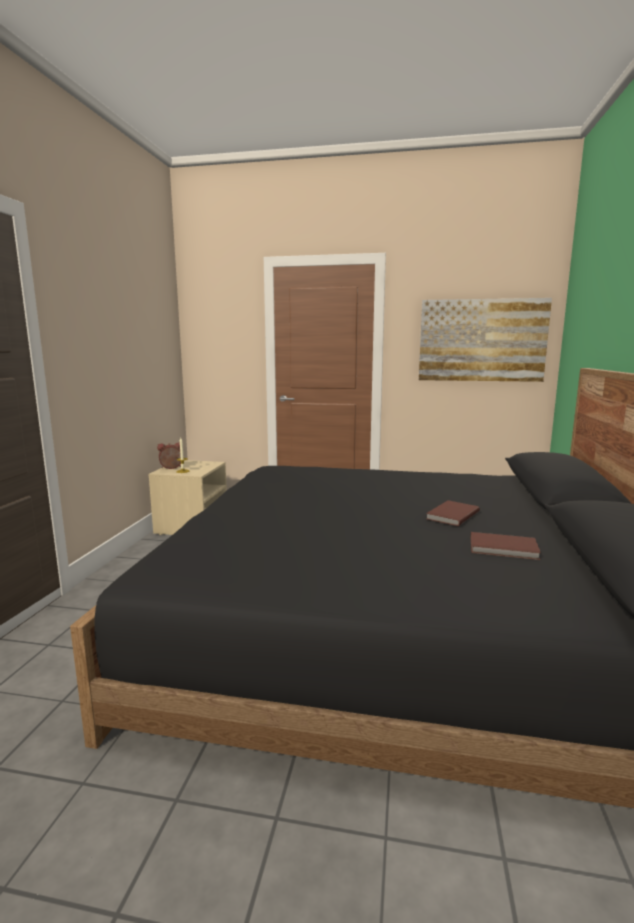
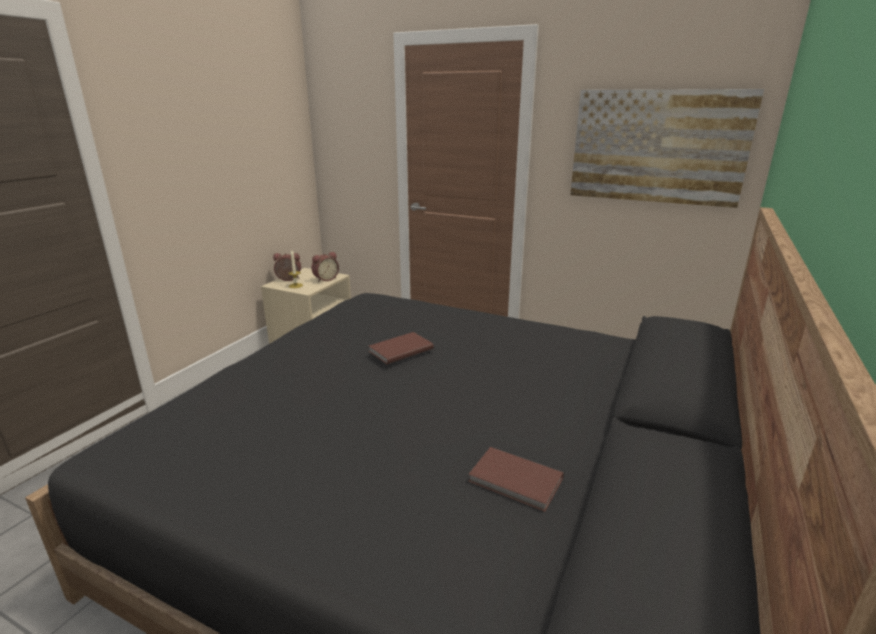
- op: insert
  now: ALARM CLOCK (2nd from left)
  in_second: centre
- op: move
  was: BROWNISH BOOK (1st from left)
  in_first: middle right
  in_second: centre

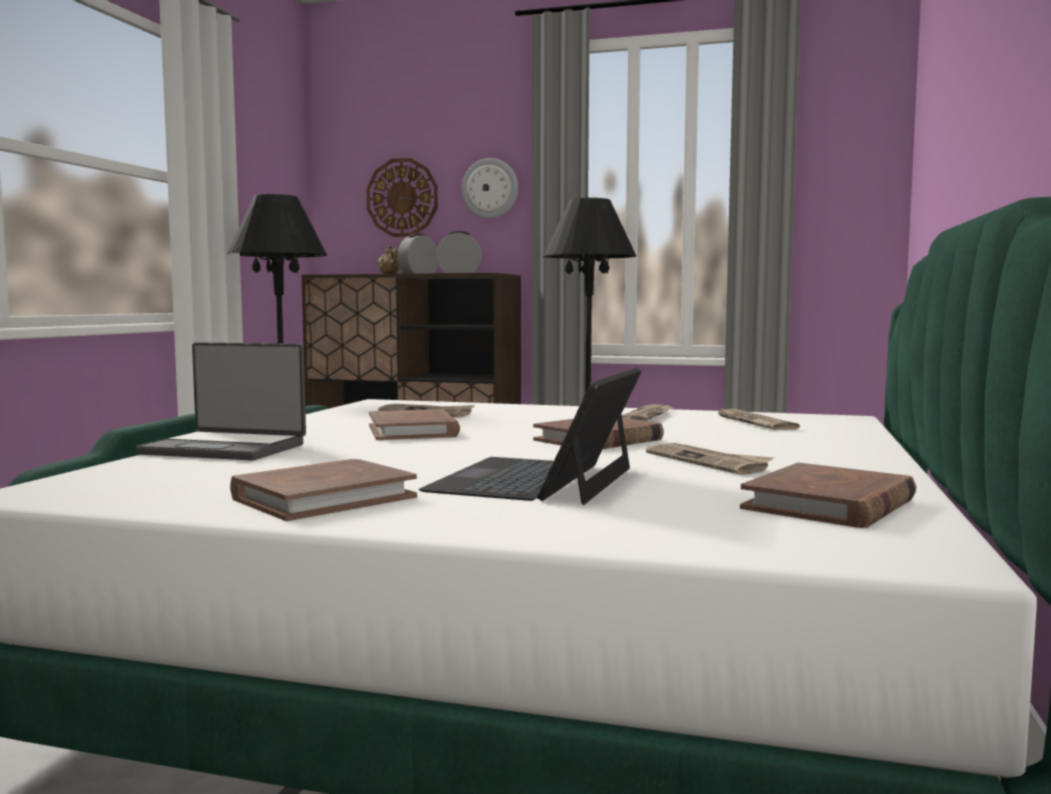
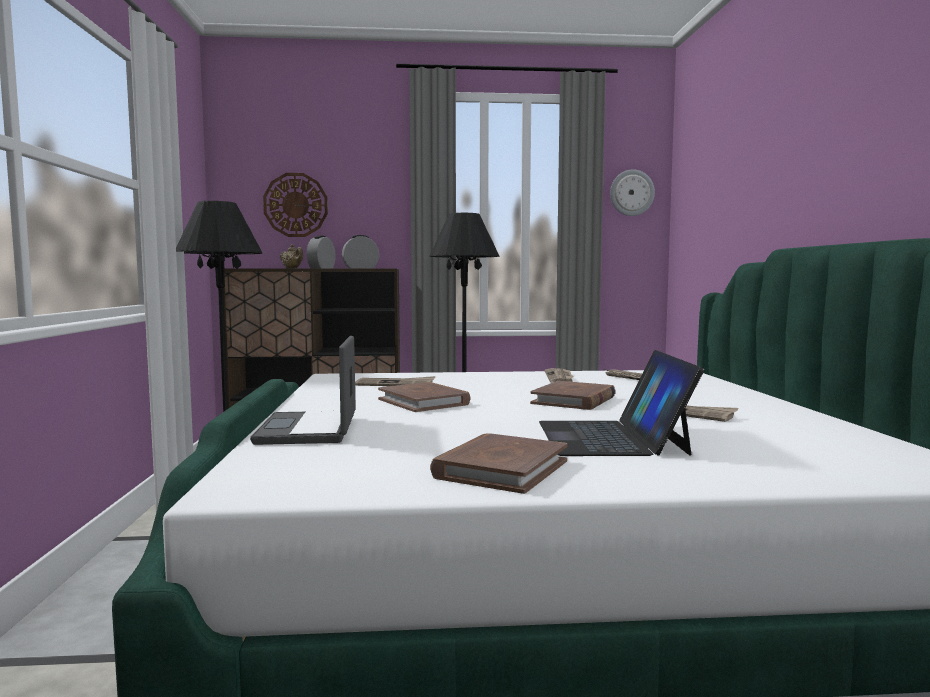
- op: delete
  was: BROWNISH BOOK (4th from left)
  in_first: middle right
- op: move
  was: HANGING CLOCK (2nd from left)
  in_first: top centre
  in_second: top right
- op: rotate
  was: PORTABLE COMPUTER (1st from left)
  in_first: middle left
  in_second: middle left
  clockwise: 90

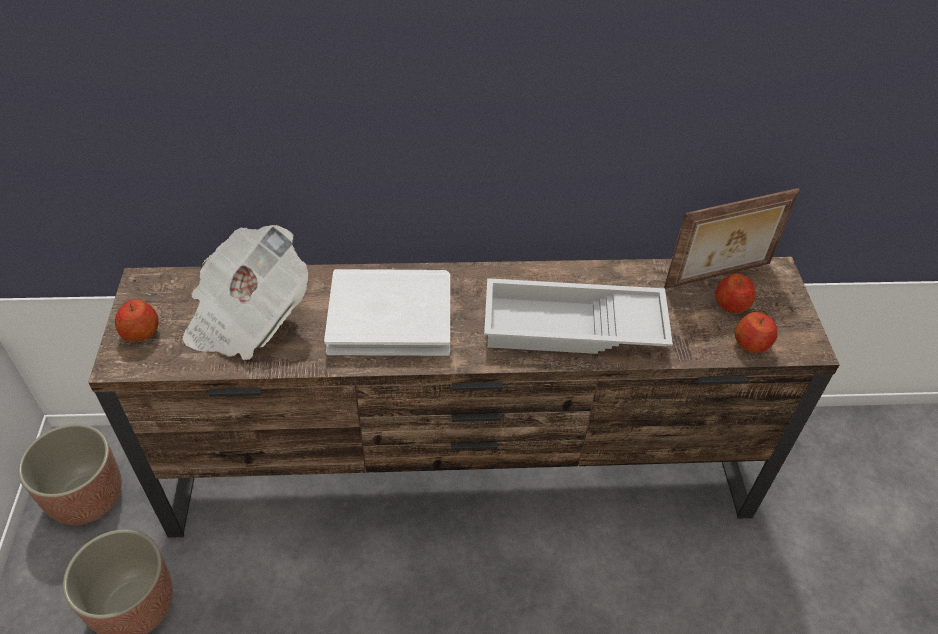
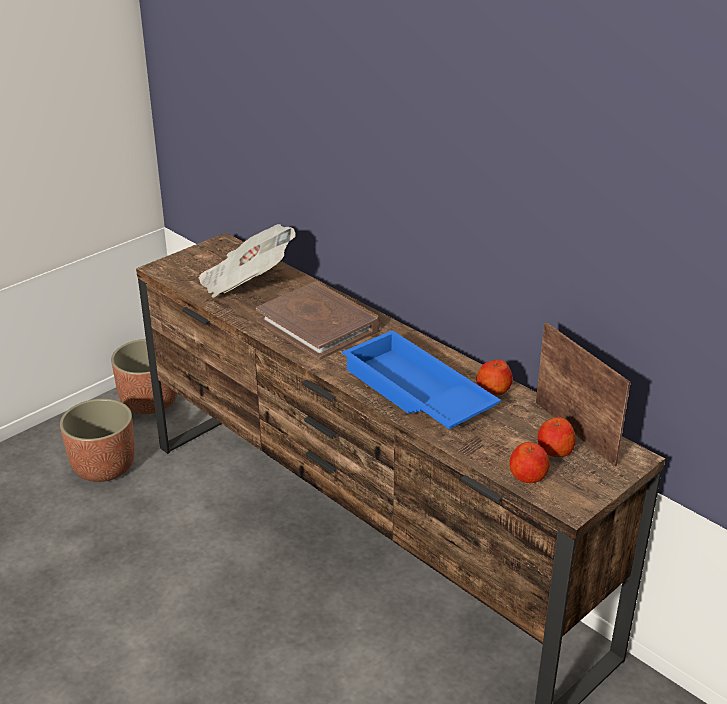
- op: move
  was: WHOLE APPLE (1st from left)
  in_first: middle left
  in_second: middle right
- op: recolor
  was: WHITE-COLOURED BOOK
  now: BROWNISH BOOK
  in_first: centre
  in_second: centre
- op: recolor
  was: WHITE-COLOURED SERVING TRAY
  now: BLUE SERVING TRAY
  in_first: centre
  in_second: centre
- op: rotate
  was: PHOTO FRAME
  in_first: middle right
  in_second: middle right
  clockwise: -150

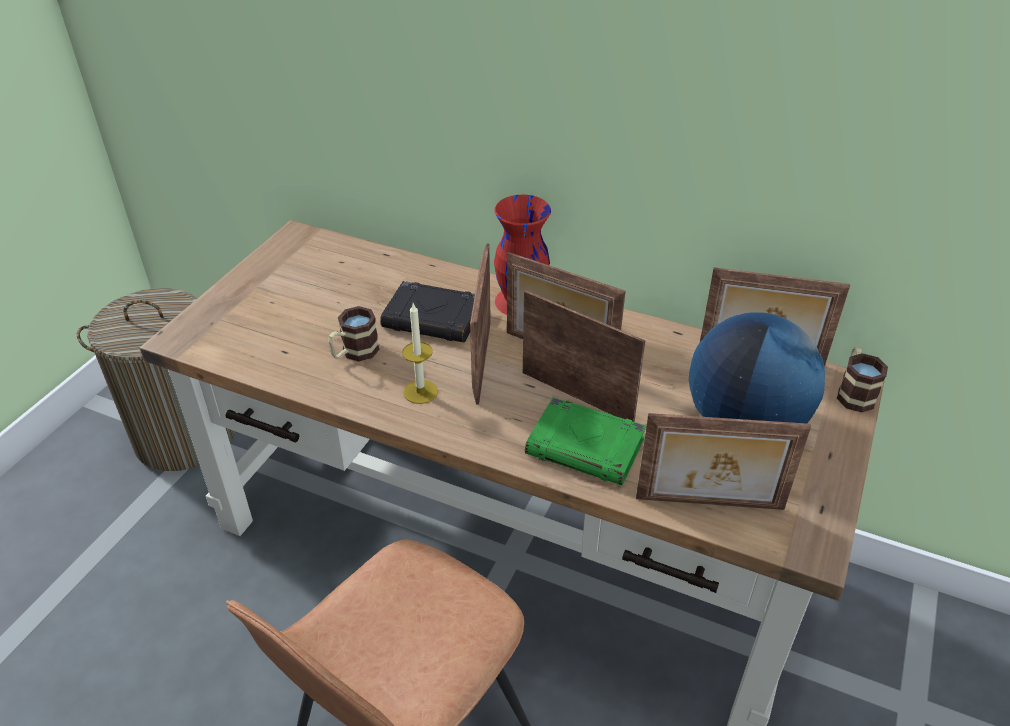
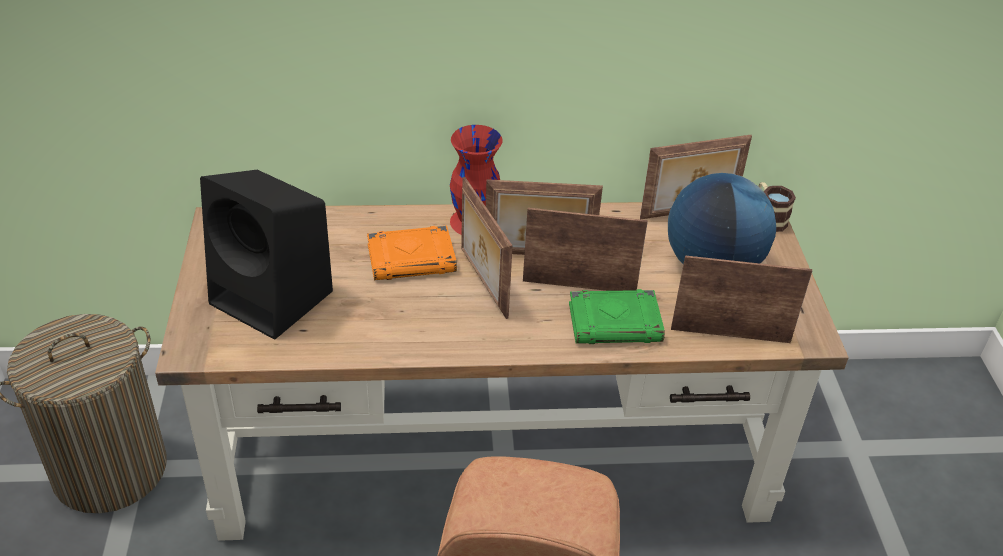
- op: delete
  was: MUG (1st from left)
  in_first: centre
- op: delete
  was: WAX LIGHT
  in_first: centre
- op: insert
  now: BLACK LOUDSPEAKER
  in_second: middle left
- op: recolor
  was: BLACK BOOK
  now: ORANGE BOOK
  in_first: centre
  in_second: centre
- op: rotate
  was: PHOTO FRAME (4th from left in the first image)
  in_first: middle right
  in_second: middle right
  clockwise: -150

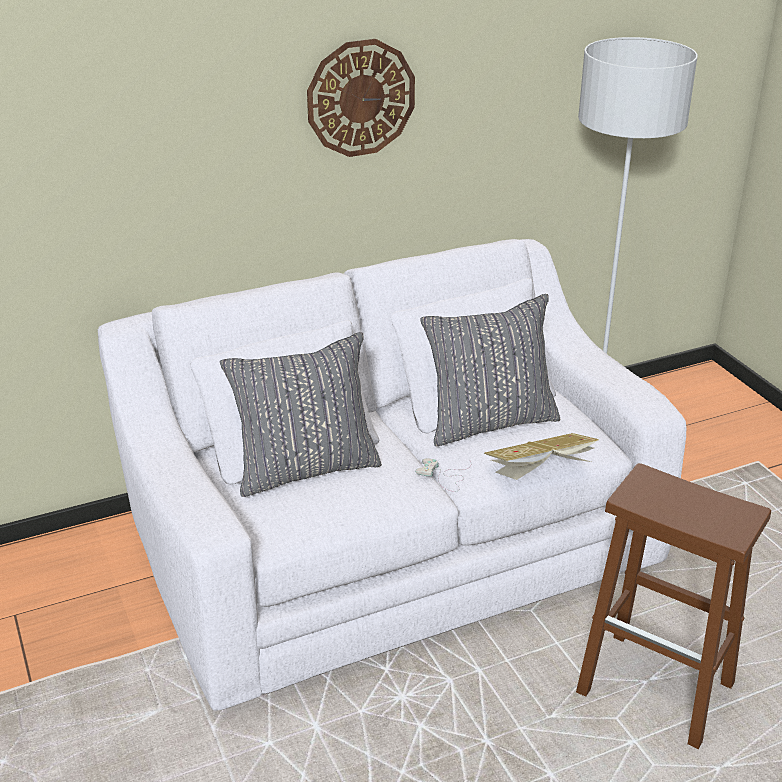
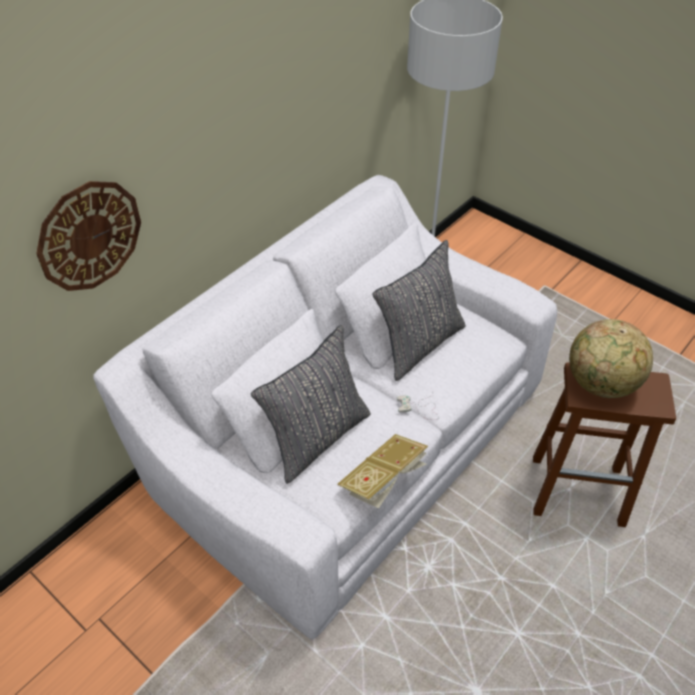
- op: insert
  now: GLOBE
  in_second: middle right
- op: move
  was: HANGING CLOCK
  in_first: top centre
  in_second: middle left
- op: move
  was: BOOK
  in_first: middle right
  in_second: bottom centre

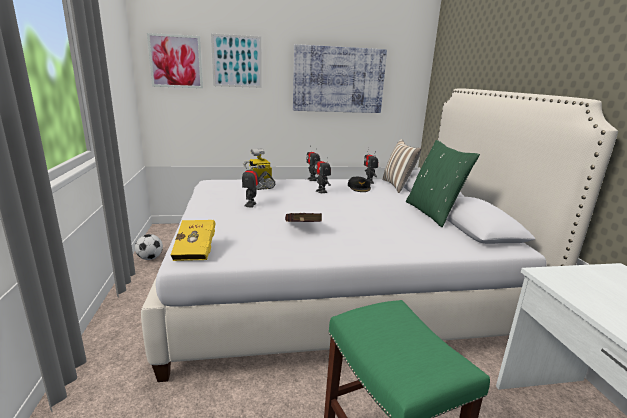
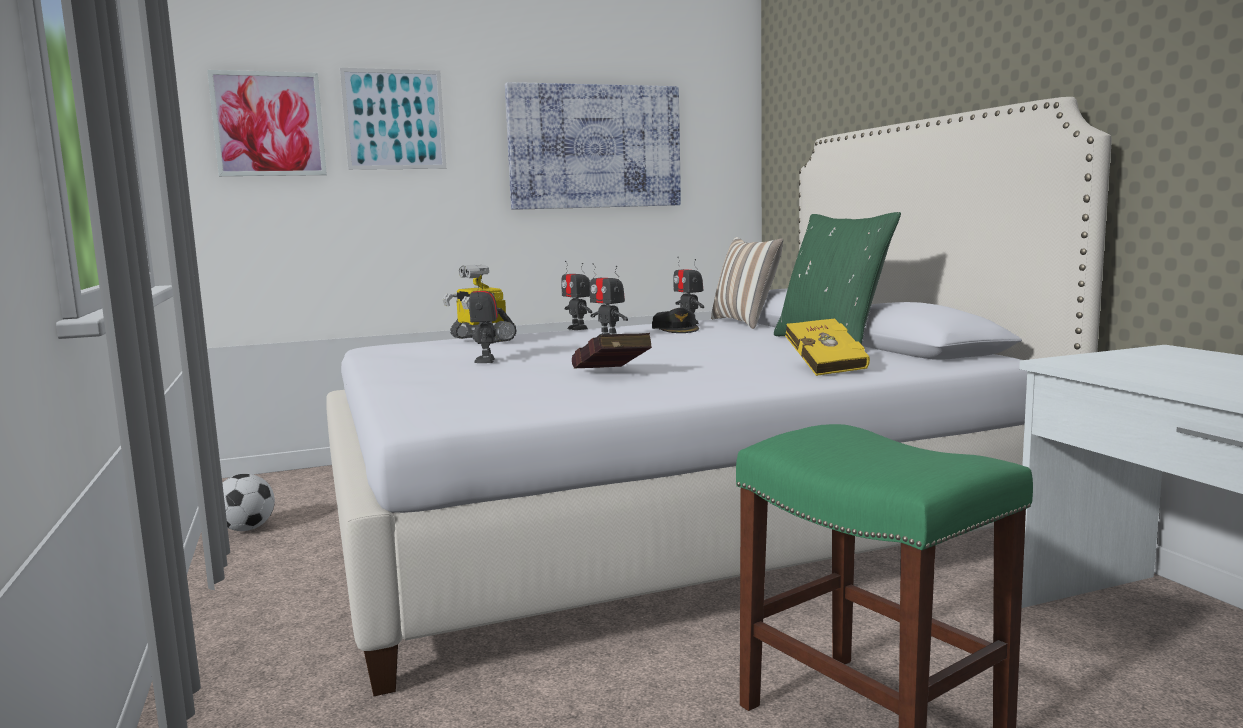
- op: move
  was: YELLOWISH BOOK
  in_first: middle left
  in_second: centre

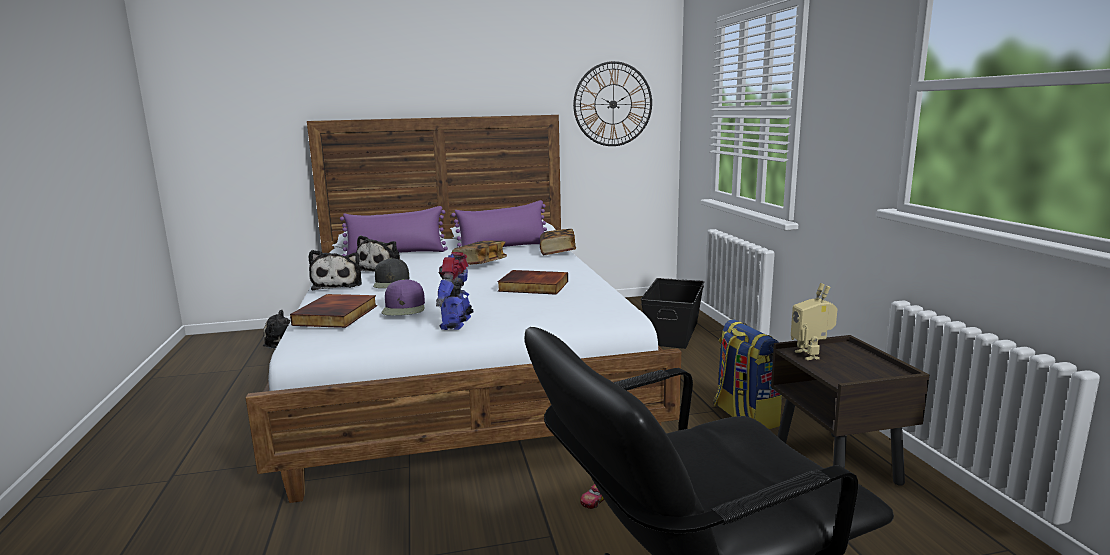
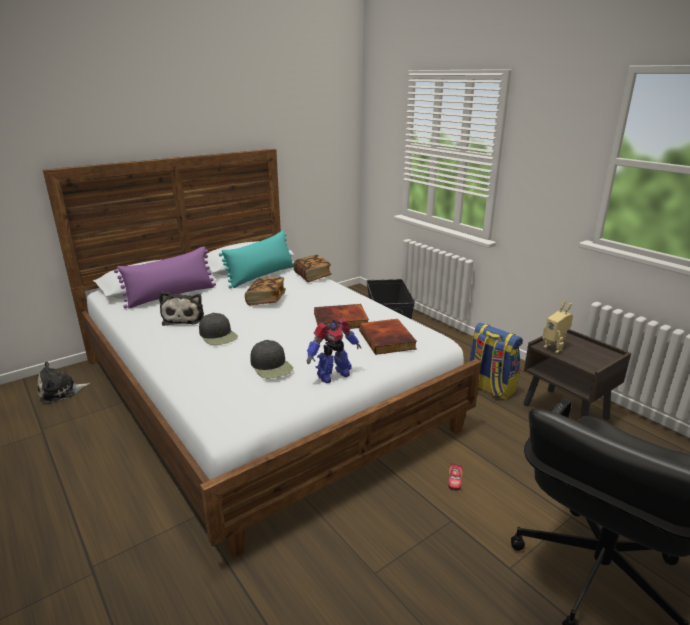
- op: delete
  was: CUDDLY TOY (2nd from left)
  in_first: middle left
- op: delete
  was: HANGING CLOCK
  in_first: top centre
- op: move
  was: BOOK (1st from left in the first image)
  now: BOOK (4th from left)
  in_first: middle left
  in_second: centre
- op: recolor
  was: PURPLISH BASEBALL CAP
  now: BLACK BASEBALL CAP (2nd from left)
  in_first: centre
  in_second: centre
- op: recolor
  was: PURPLISH THROW PILLOW (2nd from left)
  now: BLUE-GREEN THROW PILLOW
  in_first: centre
  in_second: centre
- op: rotate
  was: TOY ROBOT (1st from left)
  in_first: centre
  in_second: centre
  clockwise: -105

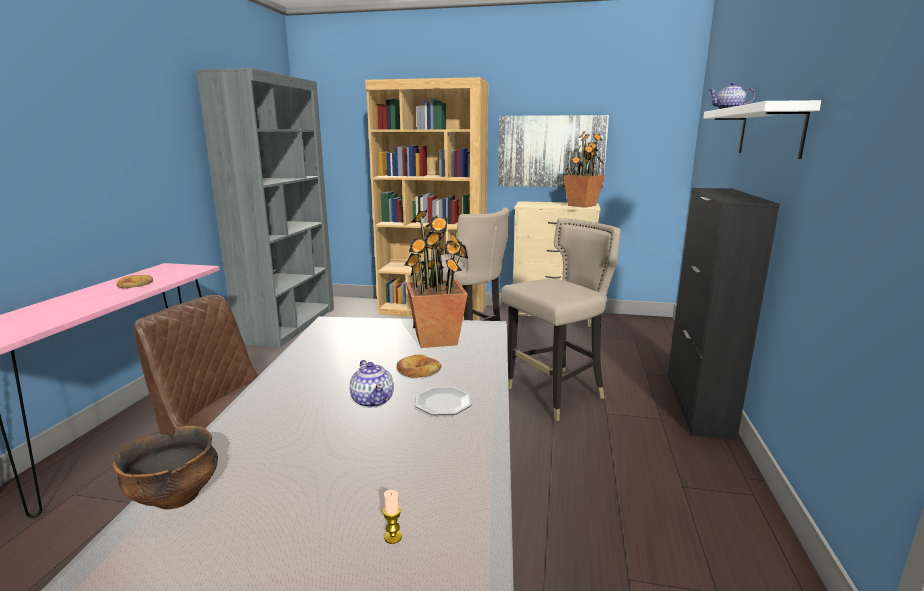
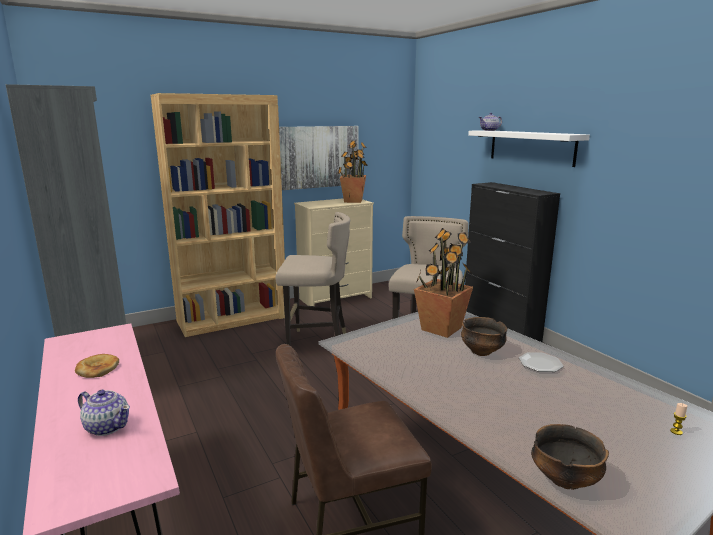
- op: move
  was: TEAPOT (1st from left)
  in_first: centre
  in_second: bottom left
- op: replace
  was: BREAD (2nd from left)
  now: BOWL (1st from left)
  in_first: centre
  in_second: middle right

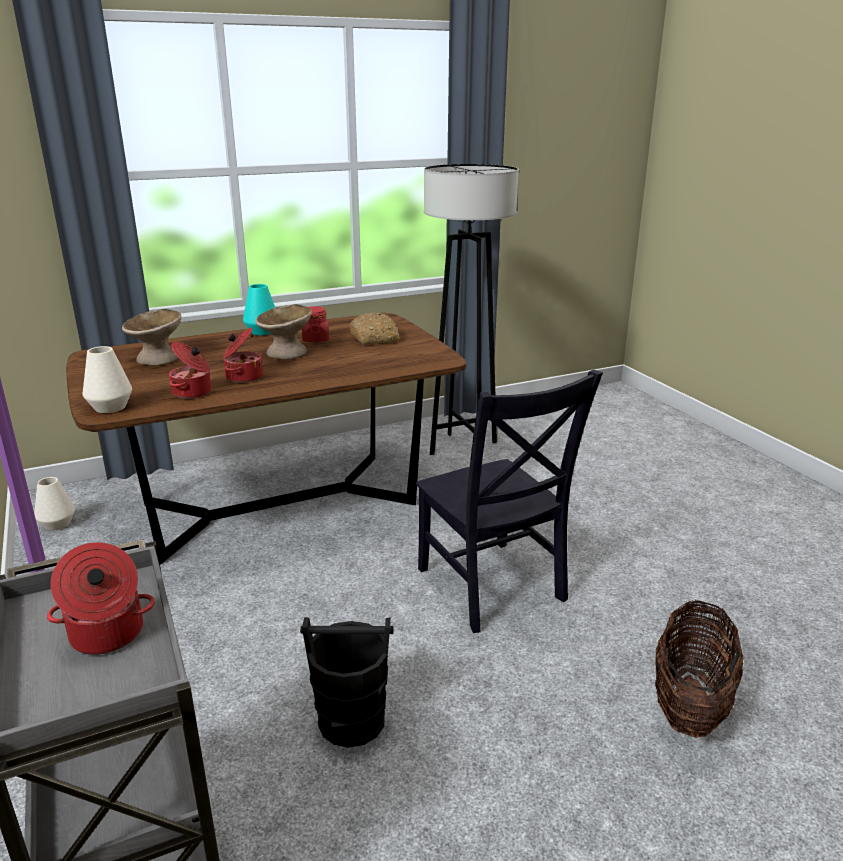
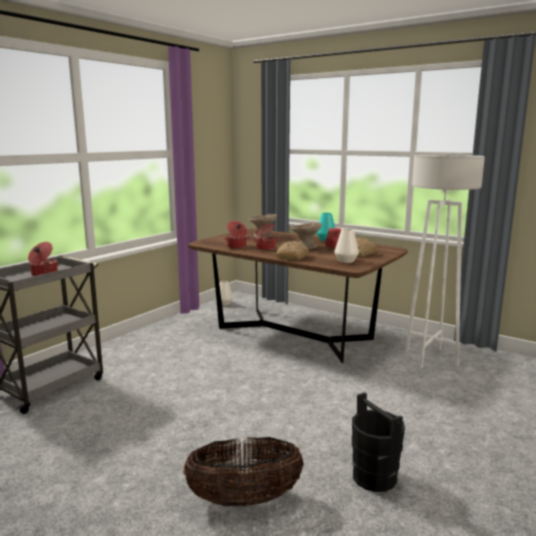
- op: delete
  was: BLACK UPRIGHT CHAIR
  in_first: centre
- op: insert
  now: BREAD (1st from left)
  in_second: centre
- op: move
  was: WHITE-COLOURED FLOWER VASE (2nd from left)
  in_first: middle left
  in_second: centre
- op: move
  was: BLACK PAIL
  in_first: bottom centre
  in_second: bottom right
- op: recolor
  was: BLACK FLOOR LAMP
  now: WHITE-COLOURED FLOOR LAMP
  in_first: centre
  in_second: middle right

